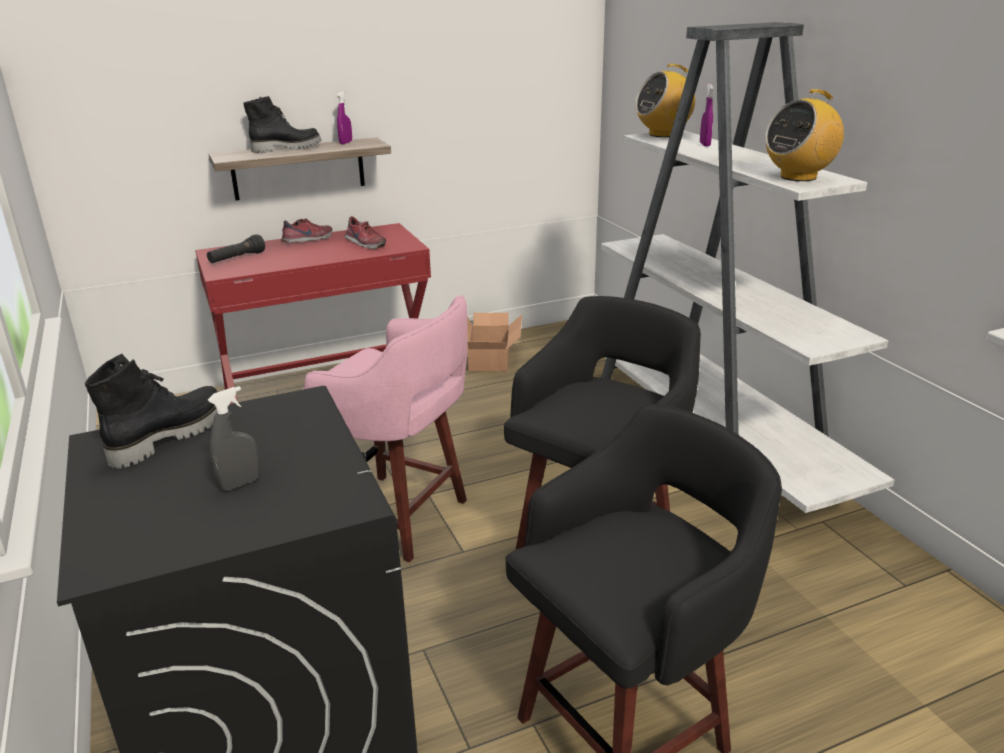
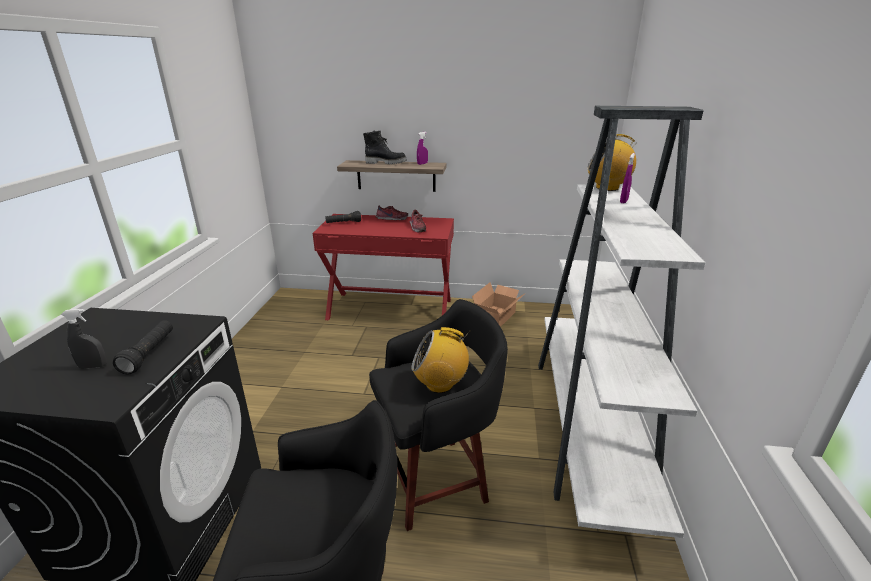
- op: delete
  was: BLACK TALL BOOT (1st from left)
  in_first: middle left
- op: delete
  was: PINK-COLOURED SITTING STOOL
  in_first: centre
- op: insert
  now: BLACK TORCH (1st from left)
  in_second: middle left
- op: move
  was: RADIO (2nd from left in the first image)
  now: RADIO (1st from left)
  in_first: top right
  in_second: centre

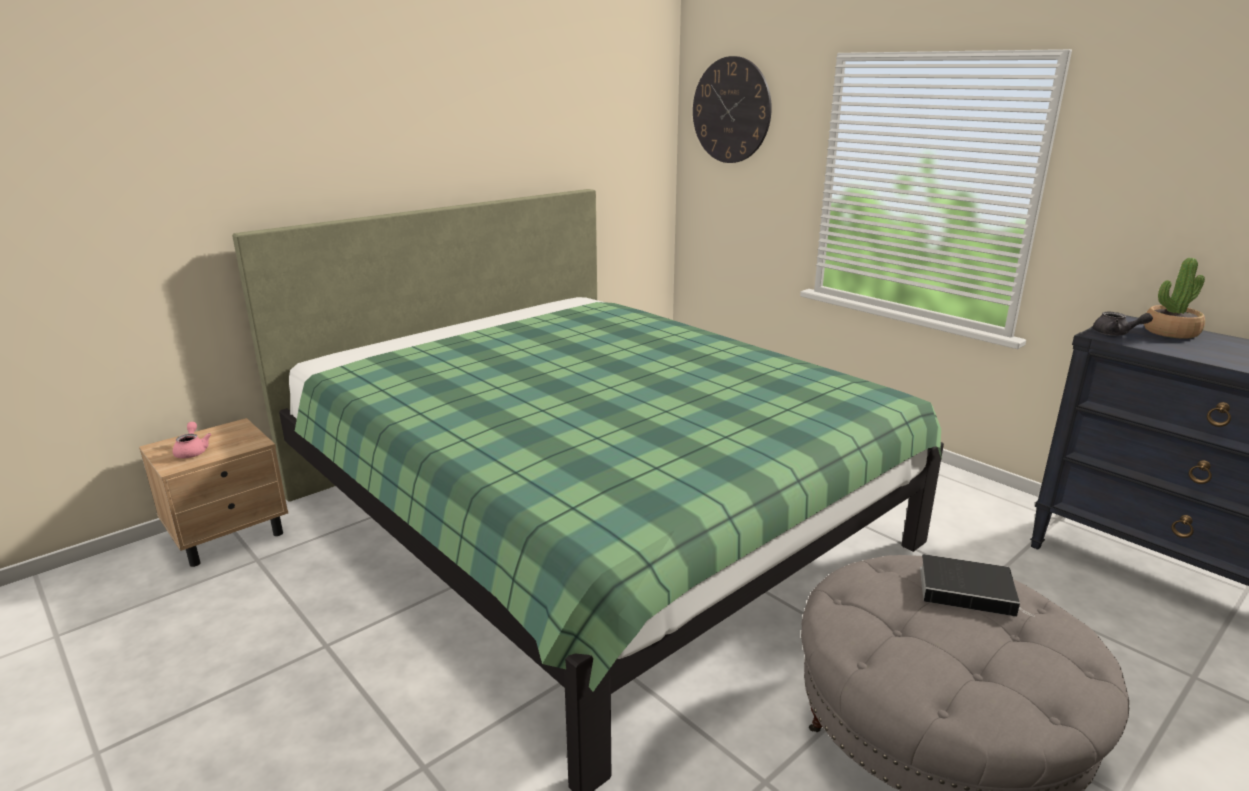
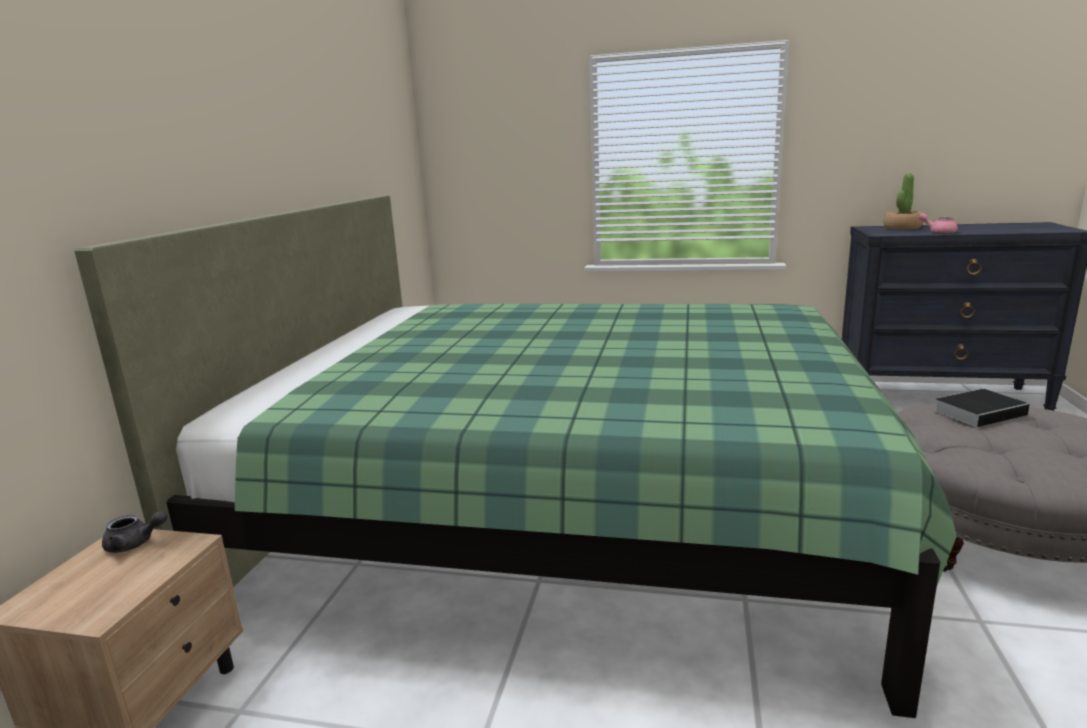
- op: delete
  was: HANGING CLOCK
  in_first: top centre
- op: move
  was: PINK-COLOURED TEAPOT
  in_first: middle left
  in_second: top right
- op: move
  was: GREYISH TEAPOT
  in_first: middle right
  in_second: bottom left

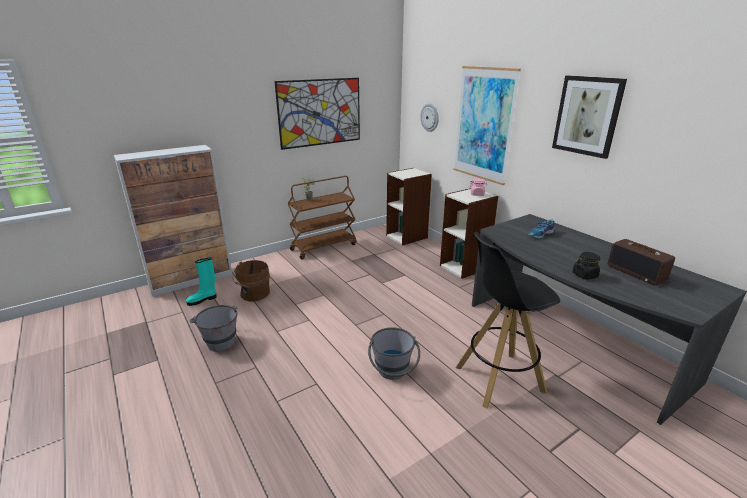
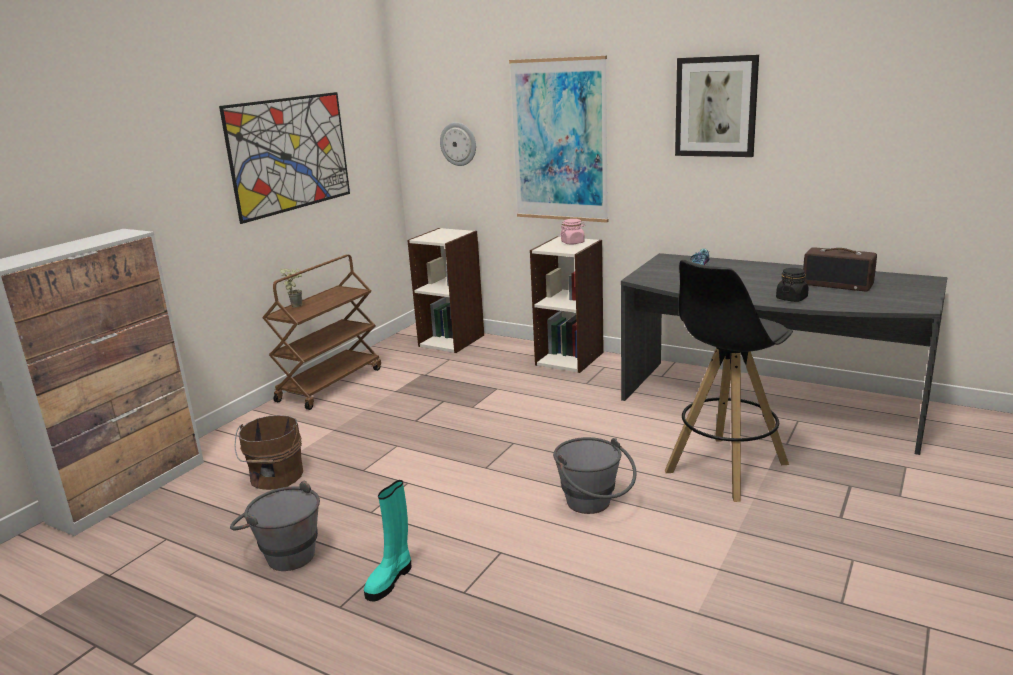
- op: move
  was: BLUE-GREEN TALL BOOT
  in_first: middle left
  in_second: bottom centre

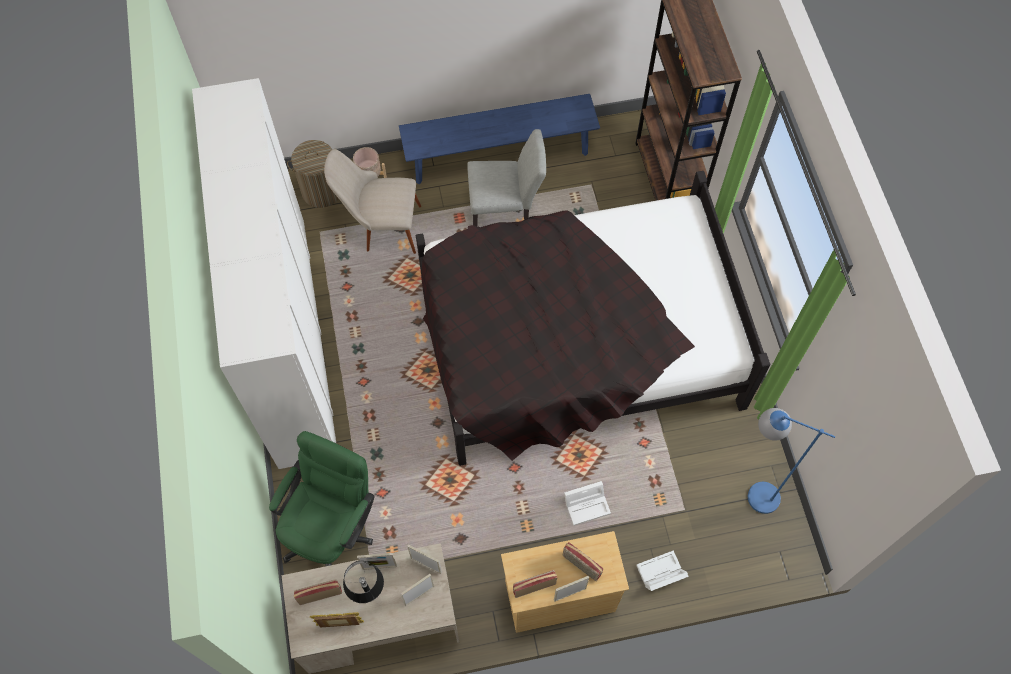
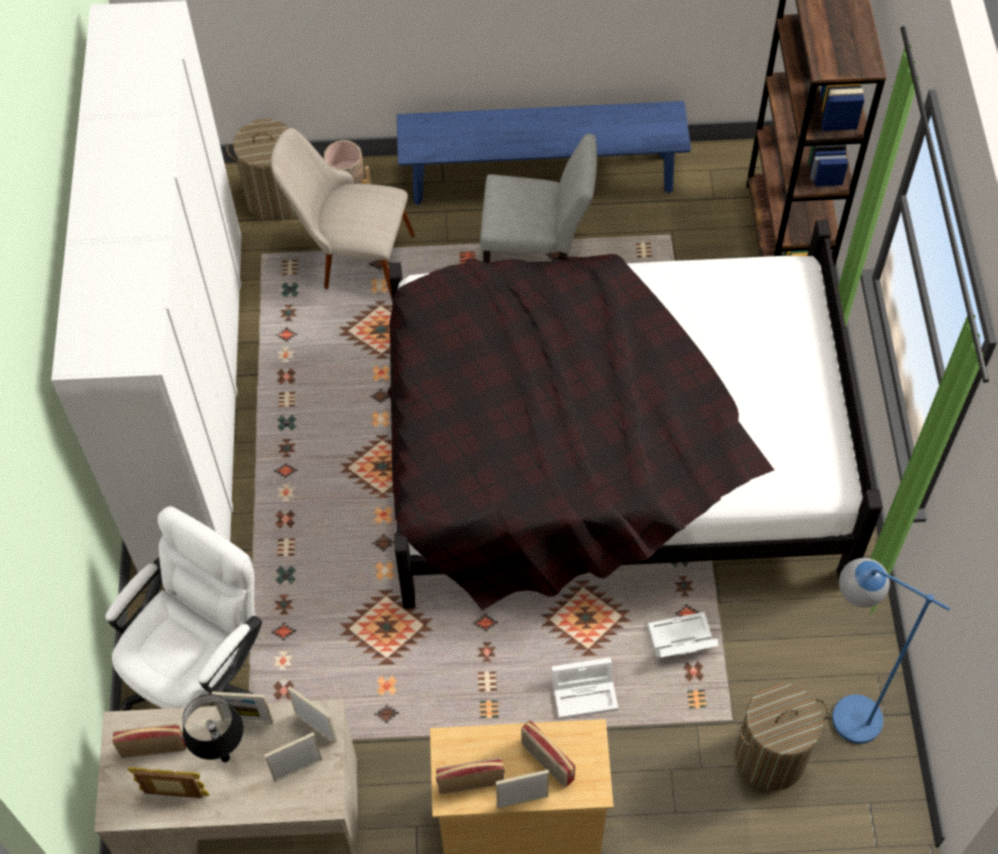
- op: insert
  now: LAUNDRY BASKET (2nd from left)
  in_second: bottom right
- op: move
  was: WHITE-COLOURED STORAGE CONTAINER (2nd from left)
  in_first: bottom centre
  in_second: bottom right
- op: recolor
  was: GREENISH DESK CHAIR
  now: WHITE-COLOURED DESK CHAIR
  in_first: bottom left
  in_second: bottom left

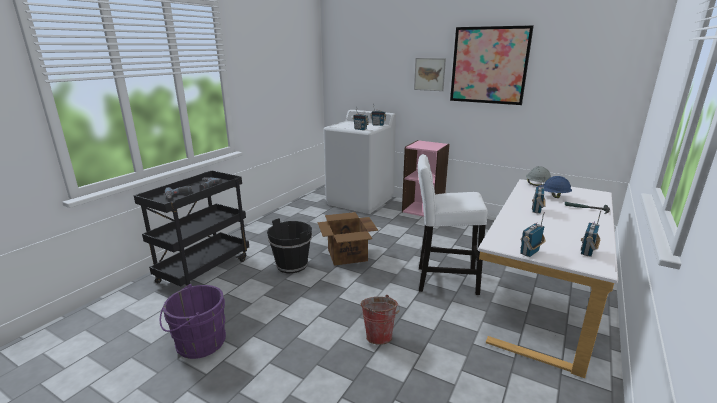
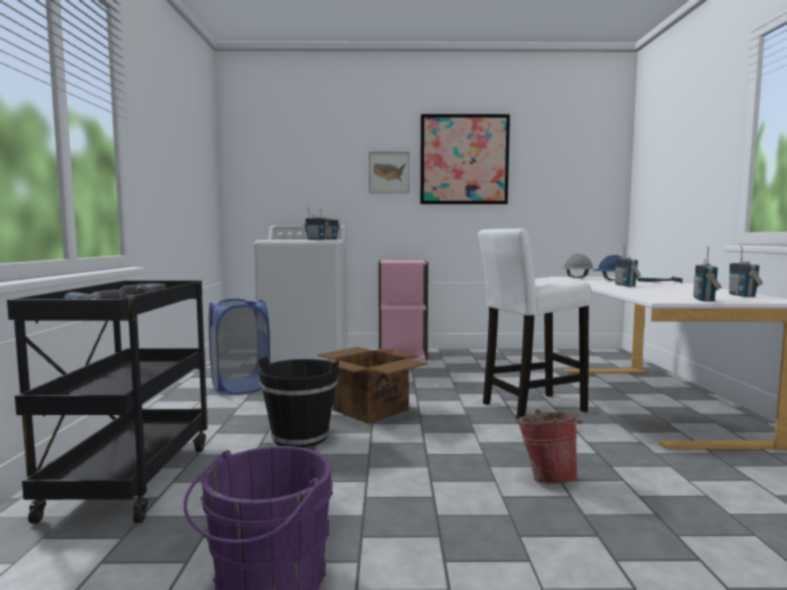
- op: insert
  now: BLUE LAUNDRY BASKET
  in_second: middle left

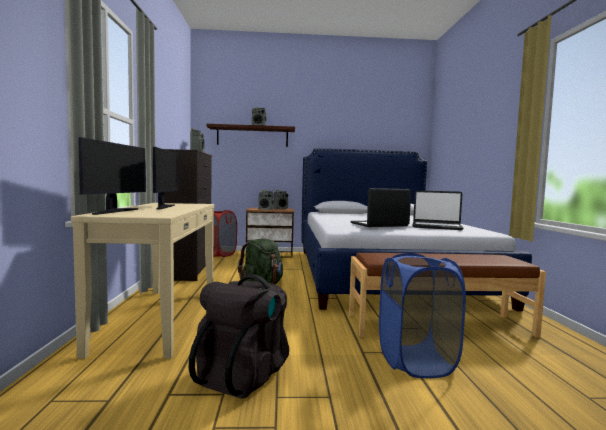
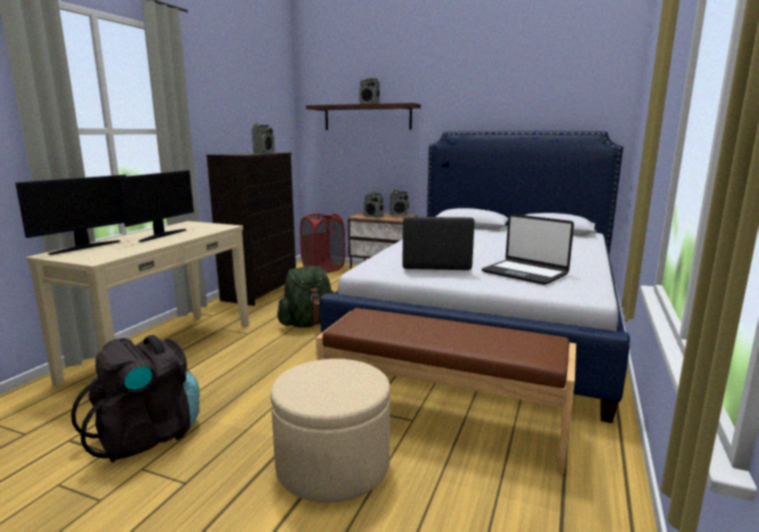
- op: replace
  was: BLUE LAUNDRY BASKET
  now: SAND-COLOURED POUFFE
  in_first: bottom right
  in_second: bottom centre

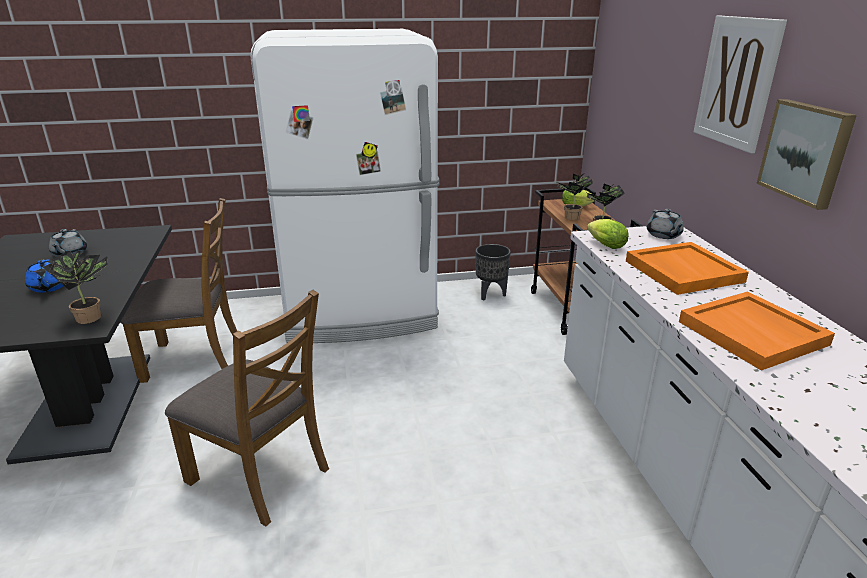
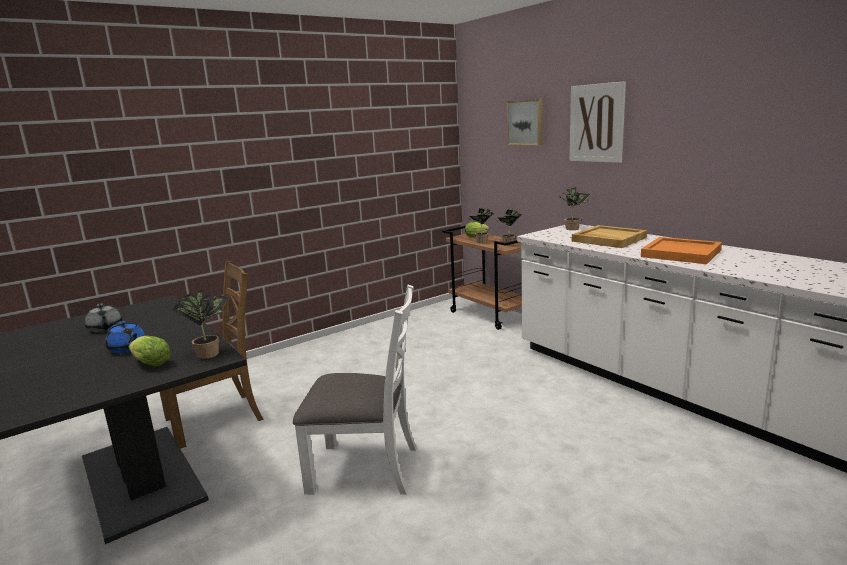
- op: delete
  was: WHITE-COLOURED REFRIGERATOR
  in_first: top centre
- op: delete
  was: BLACK PLANT POT
  in_first: centre
- op: move
  was: LETTUCE (2nd from left in the first image)
  now: LETTUCE (1st from left)
  in_first: middle right
  in_second: middle left
- op: move
  was: WALL PICTURE (2nd from left in the first image)
  now: WALL PICTURE (1st from left)
  in_first: top right
  in_second: top centre
- op: replace
  was: GREYISH TEAPOT (2nd from left)
  now: PLANT IN A POT (4th from left)
  in_first: middle right
  in_second: middle right
- op: recolor
  was: BROWNISH UPRIGHT CHAIR (2nd from left)
  now: WHITE-COLOURED UPRIGHT CHAIR
  in_first: bottom left
  in_second: bottom centre
- op: recolor
  was: ORANGE SERVING TRAY (1st from left)
  now: SAND-COLOURED SERVING TRAY
  in_first: middle right
  in_second: middle right

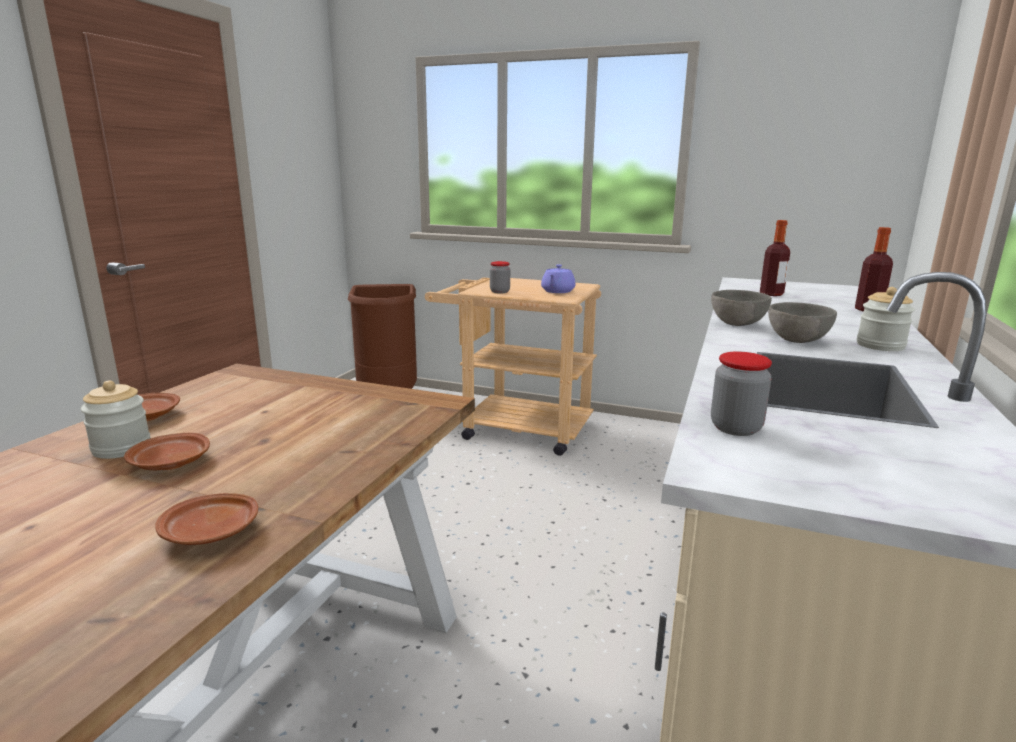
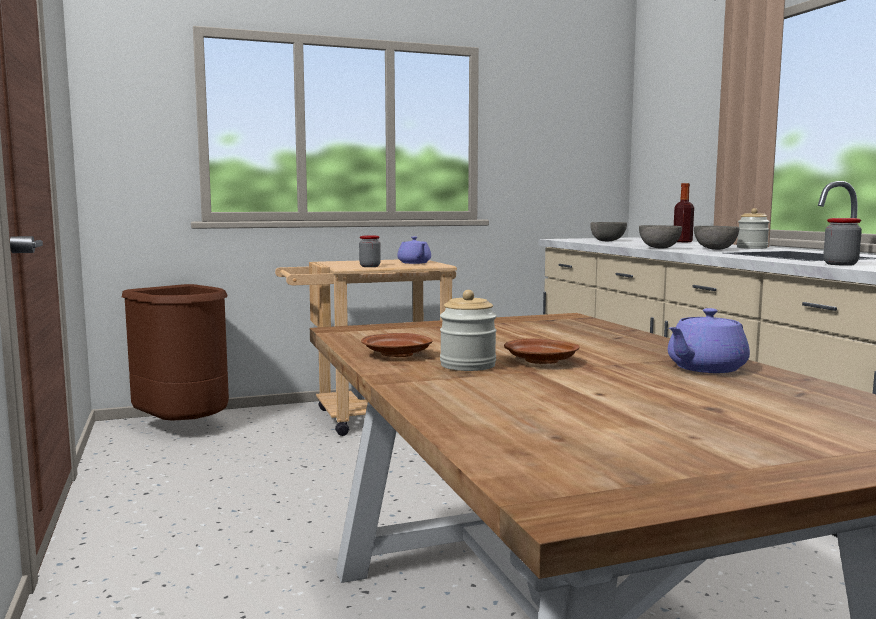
- op: replace
  was: BROWNISH FLAT DISH (3rd from left)
  now: PURPLISH TEAPOT (2nd from left)
  in_first: bottom left
  in_second: middle right
- op: replace
  was: BEVERAGE BOTTLE (1st from left)
  now: GREYISH BOWL (1st from left)
  in_first: middle right
  in_second: middle right

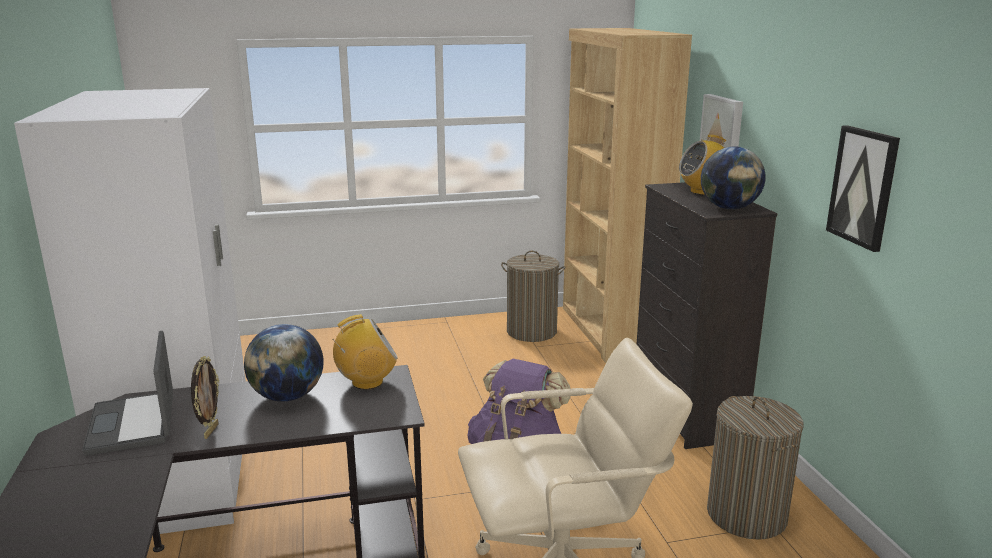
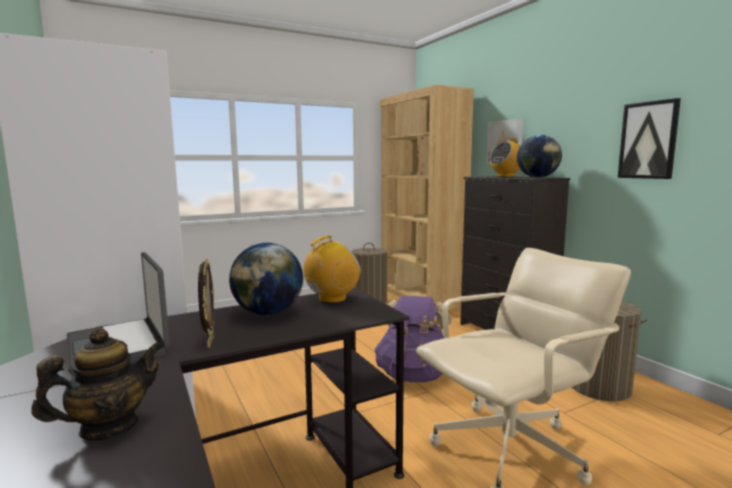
- op: insert
  now: TEAPOT
  in_second: bottom left

